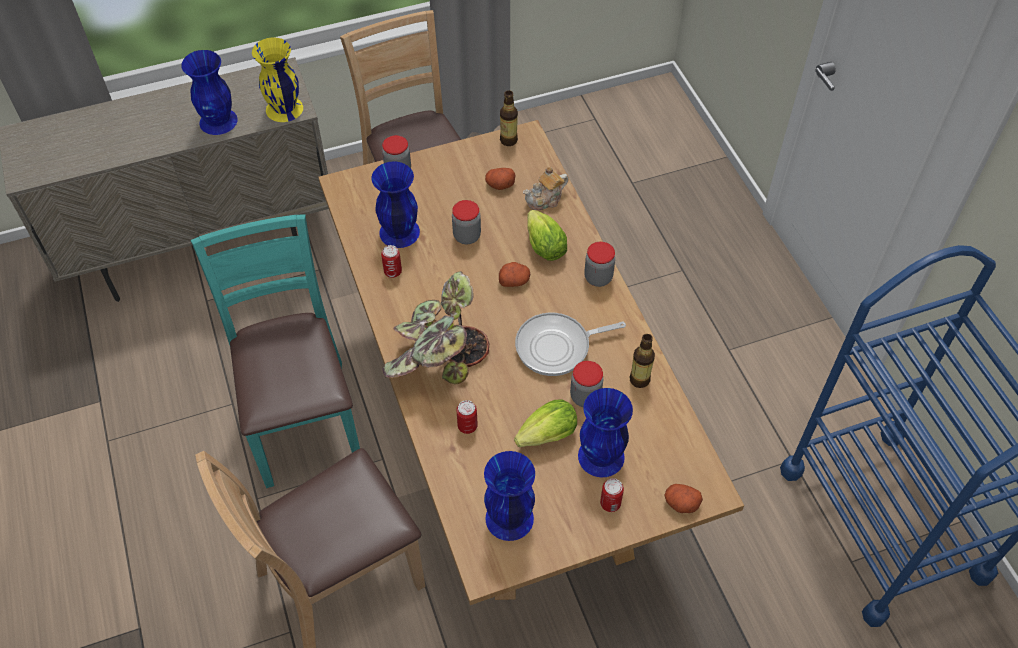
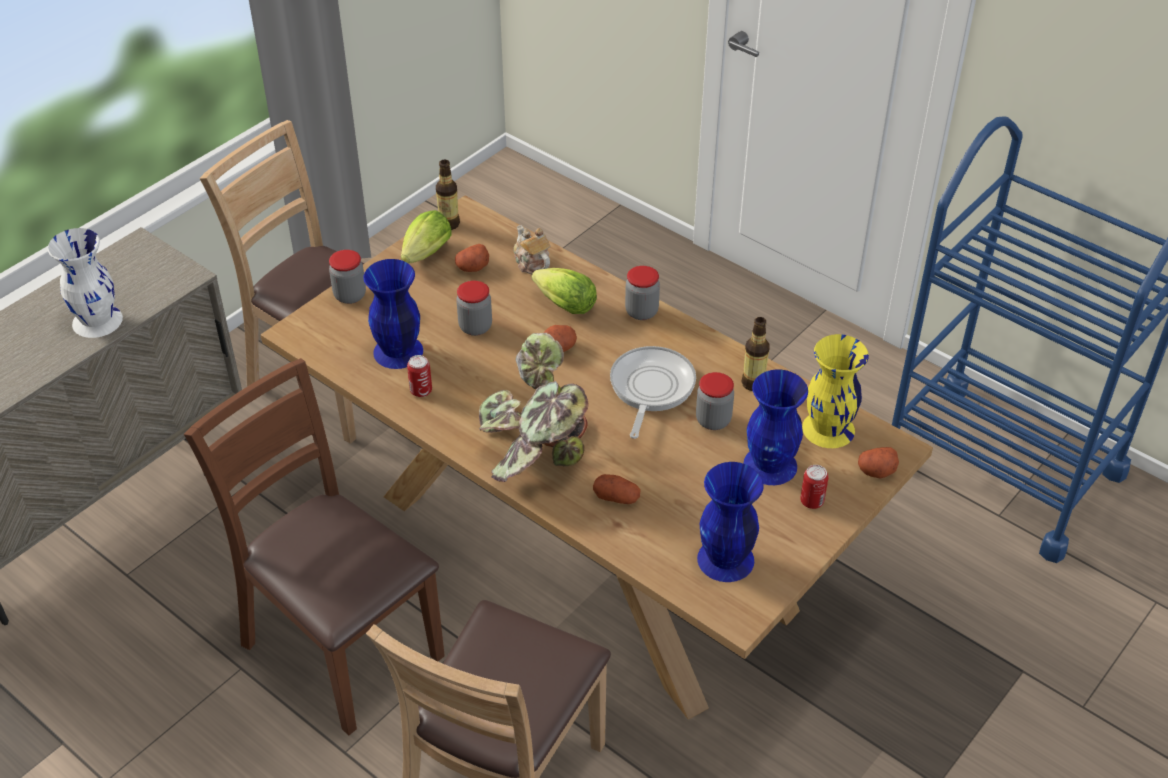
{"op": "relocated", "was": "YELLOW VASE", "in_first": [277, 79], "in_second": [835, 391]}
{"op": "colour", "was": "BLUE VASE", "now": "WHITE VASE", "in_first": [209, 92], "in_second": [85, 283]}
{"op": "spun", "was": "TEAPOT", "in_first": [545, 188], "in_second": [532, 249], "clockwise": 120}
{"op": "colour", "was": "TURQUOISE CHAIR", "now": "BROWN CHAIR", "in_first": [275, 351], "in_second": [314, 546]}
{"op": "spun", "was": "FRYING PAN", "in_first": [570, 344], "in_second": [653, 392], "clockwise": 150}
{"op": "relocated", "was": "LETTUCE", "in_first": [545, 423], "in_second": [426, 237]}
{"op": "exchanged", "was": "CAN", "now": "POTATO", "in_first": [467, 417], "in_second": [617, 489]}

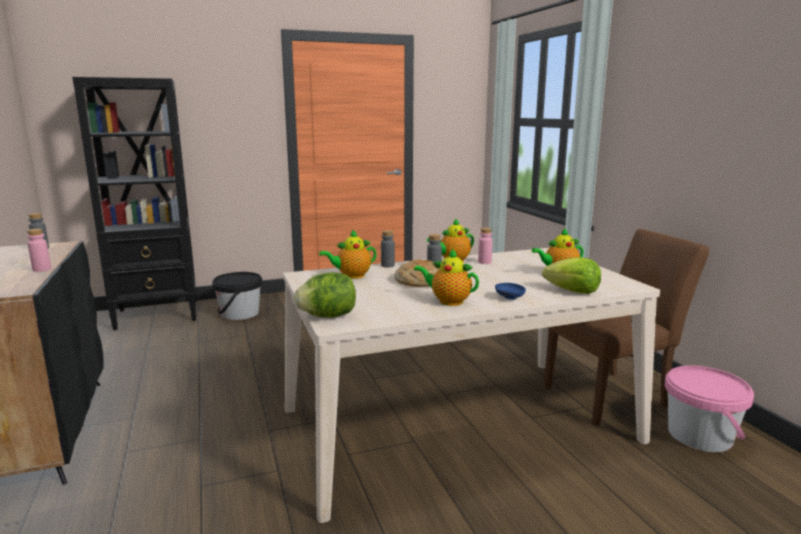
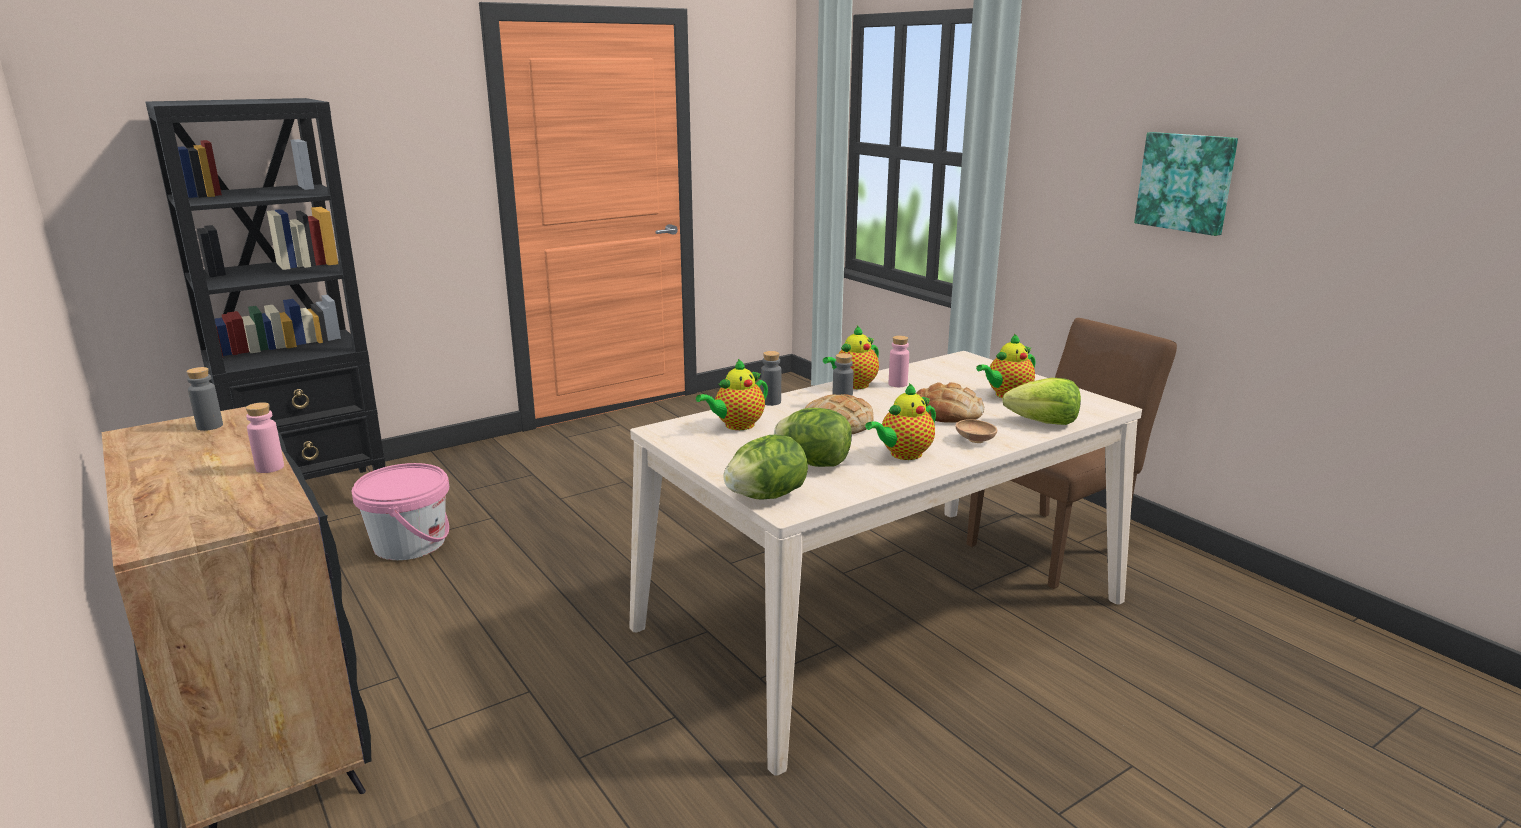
{"op": "spun", "was": "TEAPOT", "in_first": [446, 277], "in_second": [900, 421], "clockwise": -45}
{"op": "missing", "was": "BLACK BUCKET", "in_first": [237, 296]}
{"op": "colour", "was": "BLUE BOWL", "now": "BROWN BOWL", "in_first": [510, 291], "in_second": [976, 431]}
{"op": "relocated", "was": "PINK BUCKET", "in_first": [709, 409], "in_second": [400, 511]}
{"op": "appeared", "now": "PICTURE", "in_second": [1186, 184]}
{"op": "appeared", "now": "BREAD", "in_second": [950, 402]}
{"op": "appeared", "now": "LETTUCE", "in_second": [813, 437]}

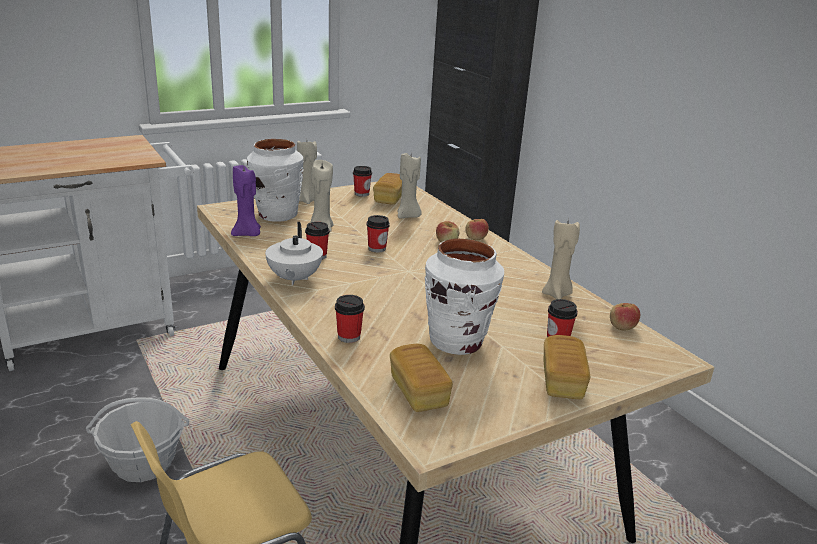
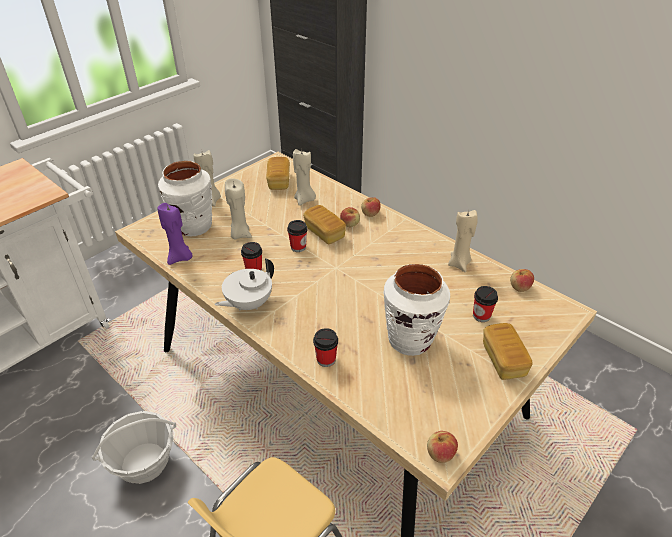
{"op": "missing", "was": "CUP", "in_first": [362, 181]}
{"op": "spun", "was": "WHITE TEAPOT", "in_first": [294, 254], "in_second": [244, 284], "clockwise": 60}
{"op": "relocated", "was": "BREAD", "in_first": [421, 378], "in_second": [324, 224]}
{"op": "appeared", "now": "APPLE", "in_second": [442, 447]}

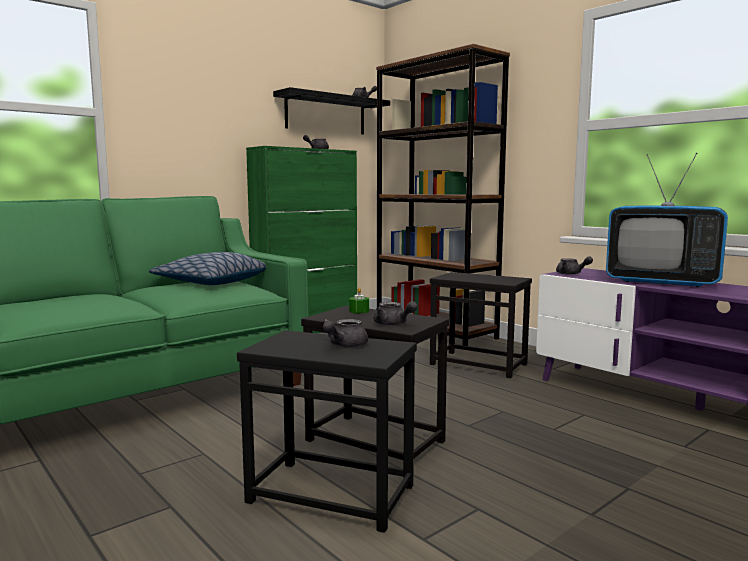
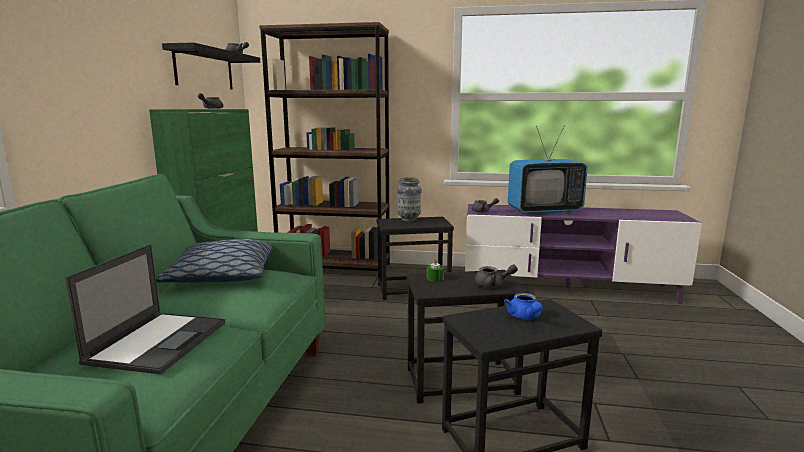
{"op": "colour", "was": "GREY TEAPOT", "now": "BLUE TEAPOT", "in_first": [345, 333], "in_second": [523, 306]}
{"op": "appeared", "now": "VASE", "in_second": [409, 199]}
{"op": "appeared", "now": "LAPTOP", "in_second": [145, 309]}

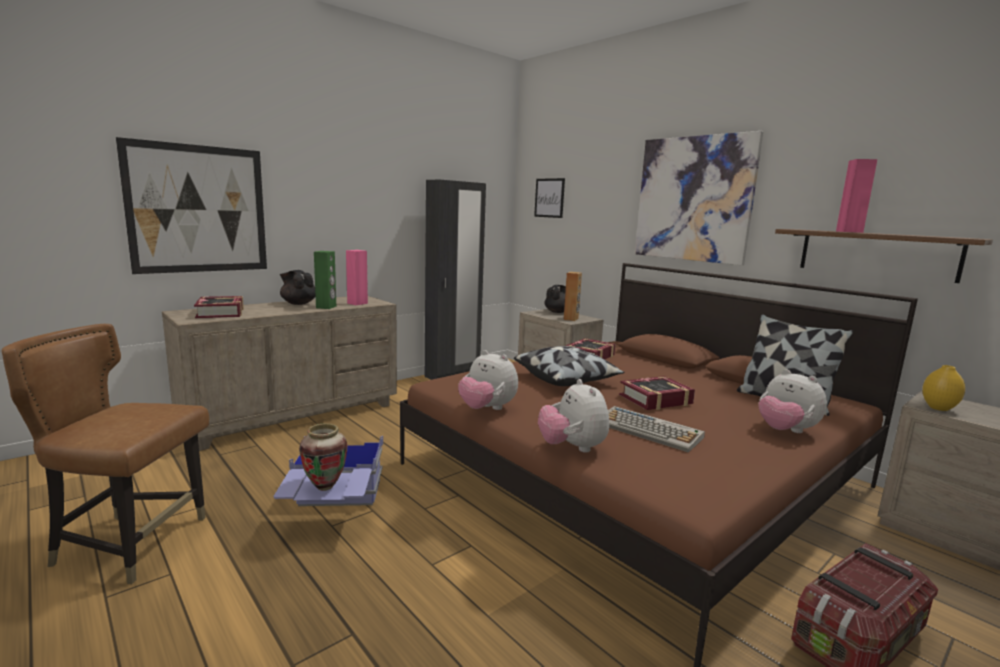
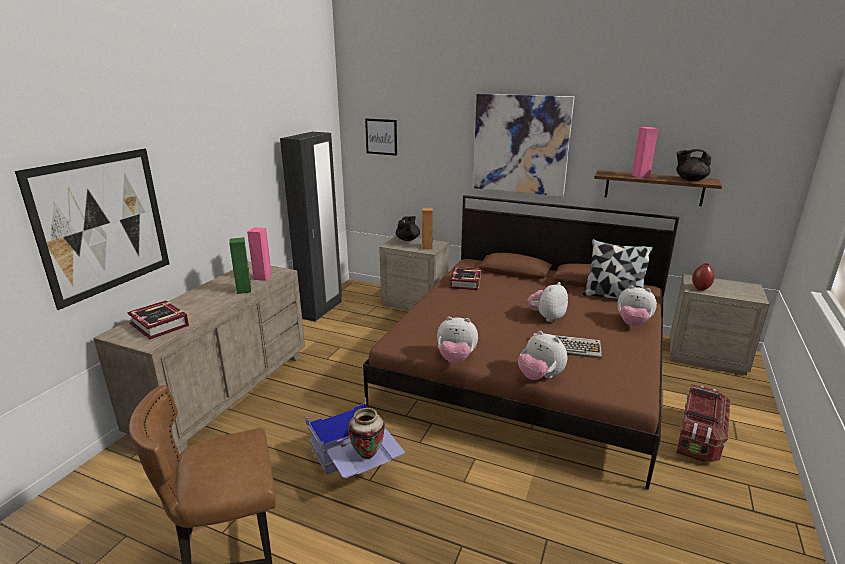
{"op": "relocated", "was": "BLACK TEAPOT", "in_first": [298, 287], "in_second": [694, 165]}
{"op": "missing", "was": "PILLOW", "in_first": [569, 366]}
{"op": "colour", "was": "YELLOW VASE", "now": "RED VASE", "in_first": [943, 388], "in_second": [703, 276]}
{"op": "exchanged", "was": "BOOK", "now": "PLUSH TOY", "in_first": [657, 393], "in_second": [547, 302]}

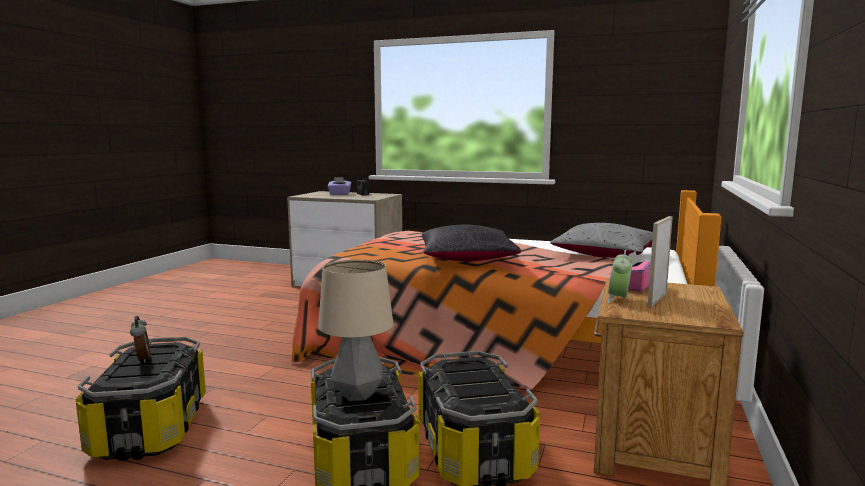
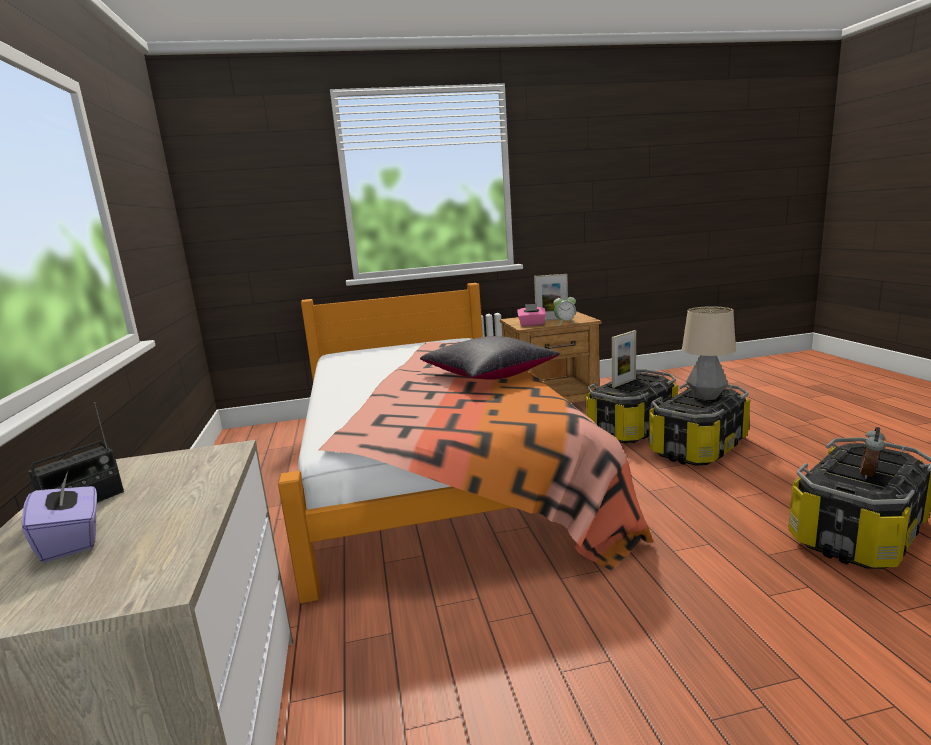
{"op": "missing", "was": "GREY PILLOW", "in_first": [601, 240]}
{"op": "appeared", "now": "PICTURE FRAME", "in_second": [624, 359]}

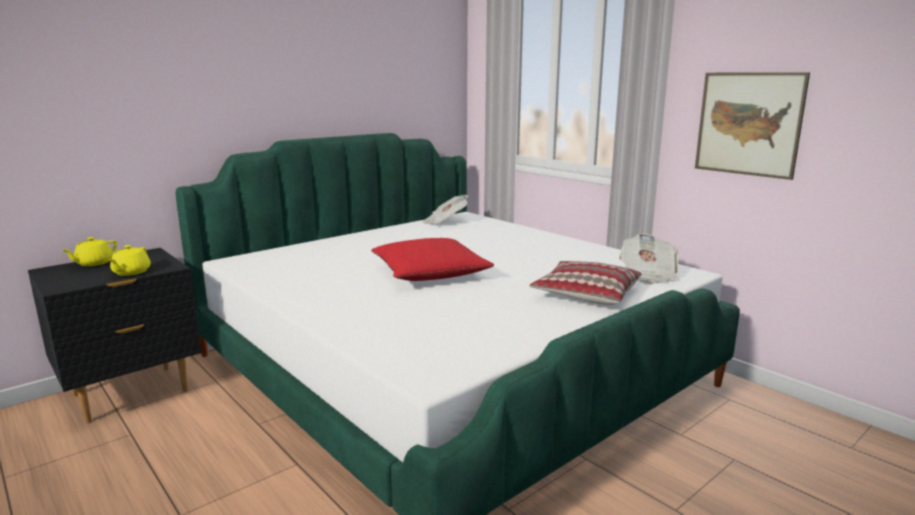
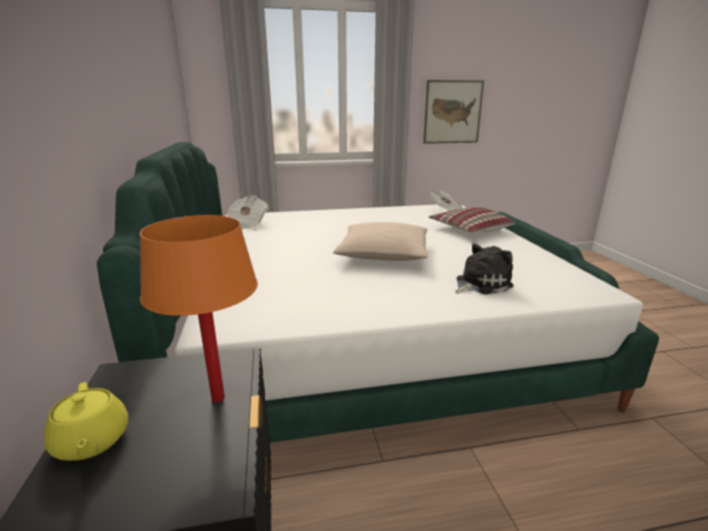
{"op": "colour", "was": "RED PILLOW", "now": "BEIGE PILLOW", "in_first": [432, 259], "in_second": [380, 241]}
{"op": "exchanged", "was": "YELLOW TEAPOT", "now": "ORANGE TABLE LAMP", "in_first": [130, 260], "in_second": [199, 309]}
{"op": "appeared", "now": "PLUSH TOY", "in_second": [484, 269]}

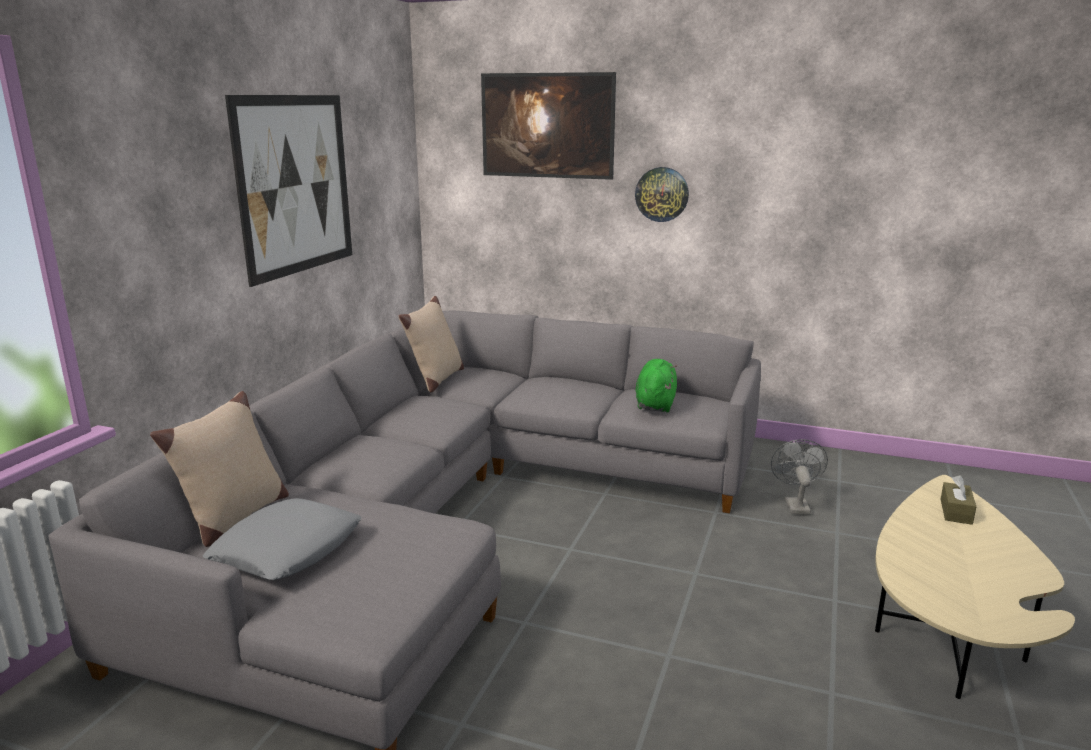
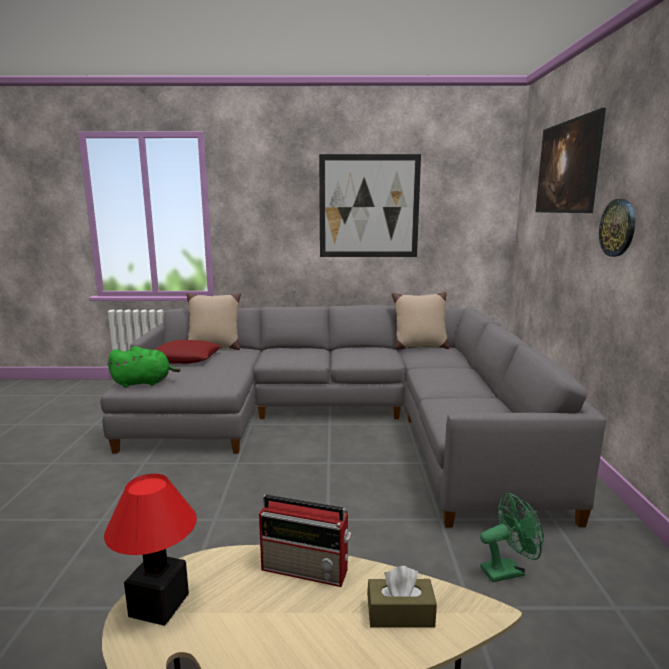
{"op": "relocated", "was": "GREEN PLUSH TOY", "in_first": [656, 385], "in_second": [144, 367]}
{"op": "colour", "was": "GREY FAN", "now": "GREEN FAN", "in_first": [799, 477], "in_second": [512, 537]}
{"op": "colour", "was": "GREY PILLOW", "now": "RED PILLOW", "in_first": [282, 539], "in_second": [188, 352]}
{"op": "appeared", "now": "TABLE LAMP", "in_second": [150, 550]}
{"op": "appeared", "now": "RADIO", "in_second": [305, 541]}

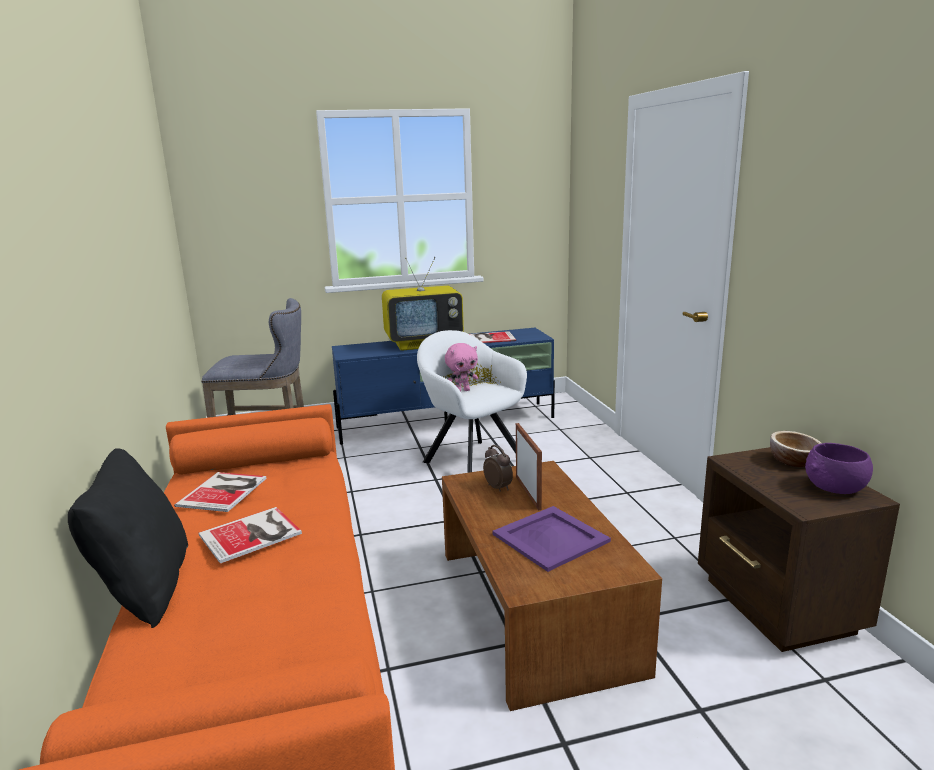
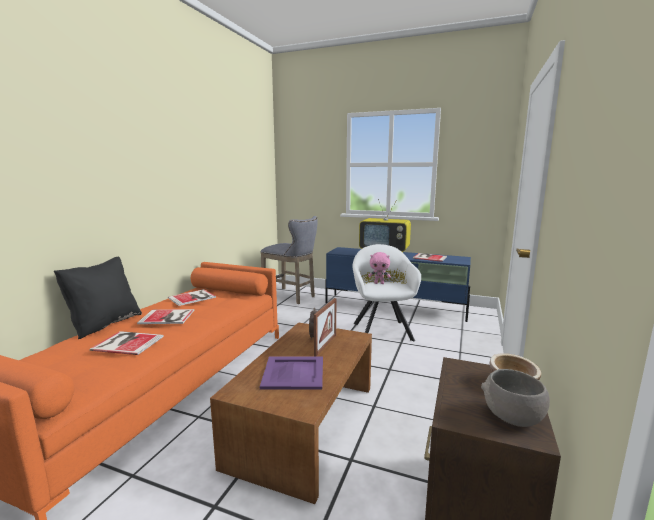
{"op": "colour", "was": "PURPLE BOWL", "now": "GREY BOWL", "in_first": [839, 468], "in_second": [515, 398]}
{"op": "appeared", "now": "BOOK", "in_second": [126, 343]}

